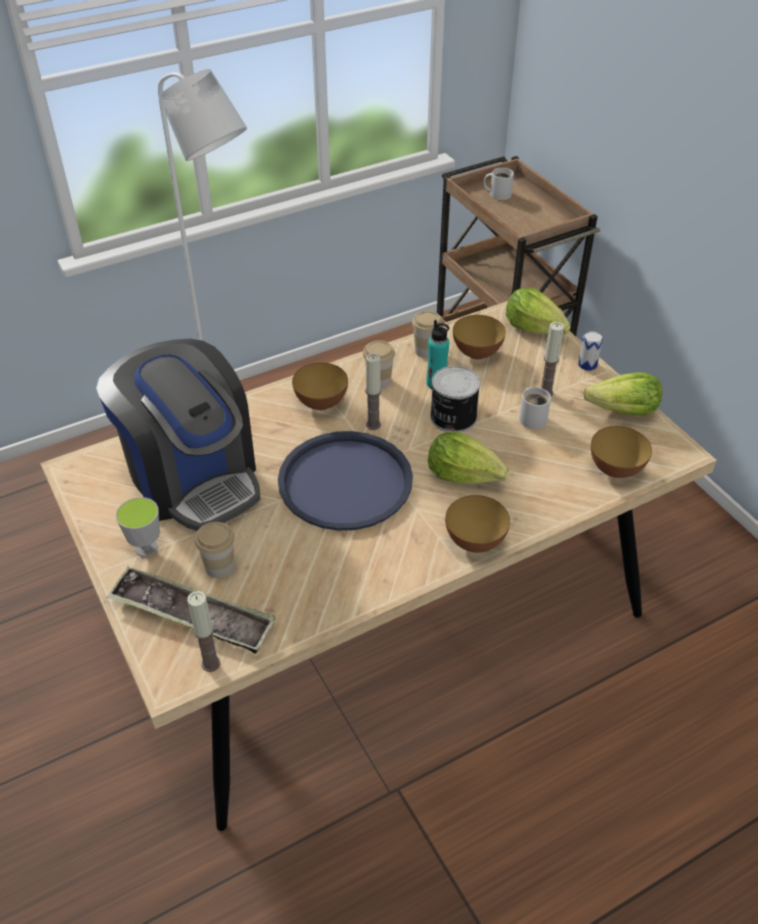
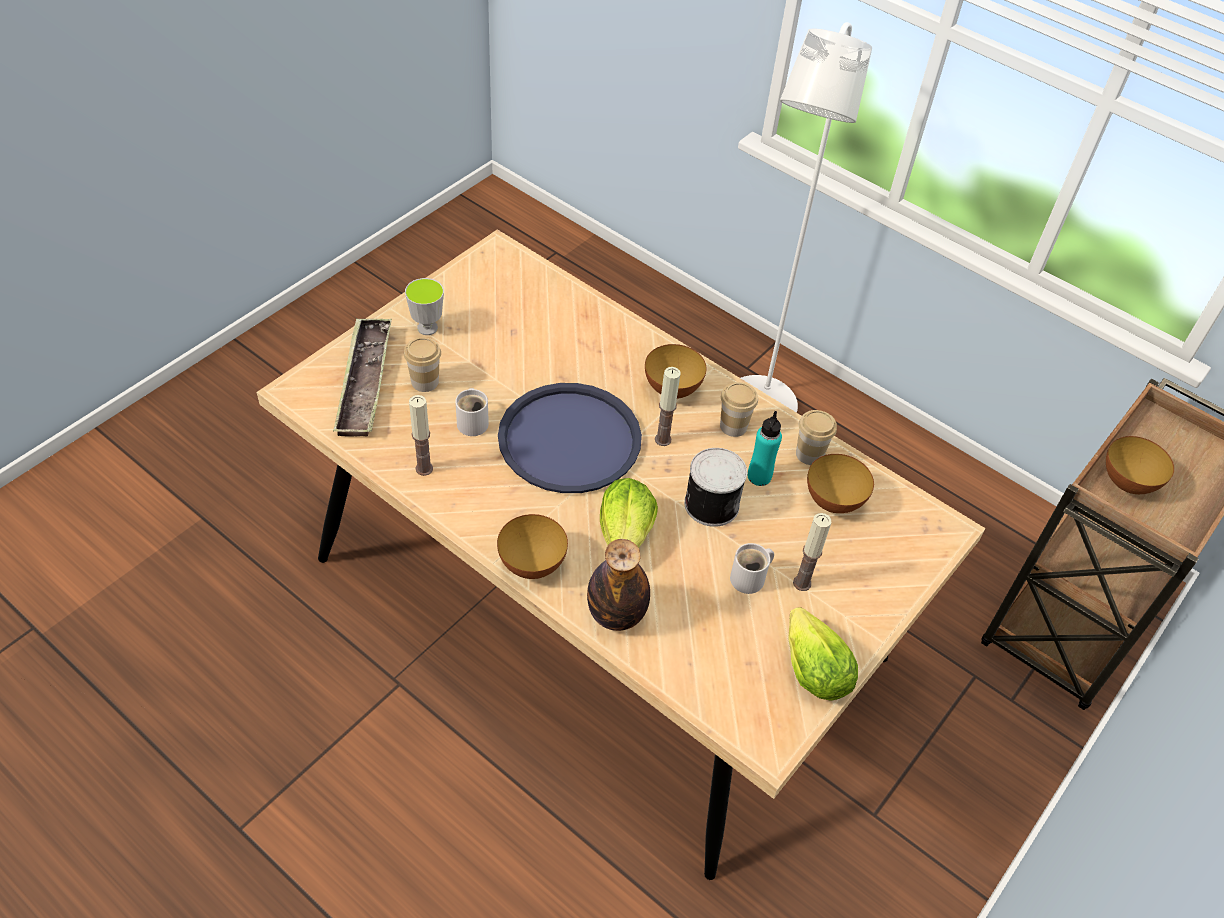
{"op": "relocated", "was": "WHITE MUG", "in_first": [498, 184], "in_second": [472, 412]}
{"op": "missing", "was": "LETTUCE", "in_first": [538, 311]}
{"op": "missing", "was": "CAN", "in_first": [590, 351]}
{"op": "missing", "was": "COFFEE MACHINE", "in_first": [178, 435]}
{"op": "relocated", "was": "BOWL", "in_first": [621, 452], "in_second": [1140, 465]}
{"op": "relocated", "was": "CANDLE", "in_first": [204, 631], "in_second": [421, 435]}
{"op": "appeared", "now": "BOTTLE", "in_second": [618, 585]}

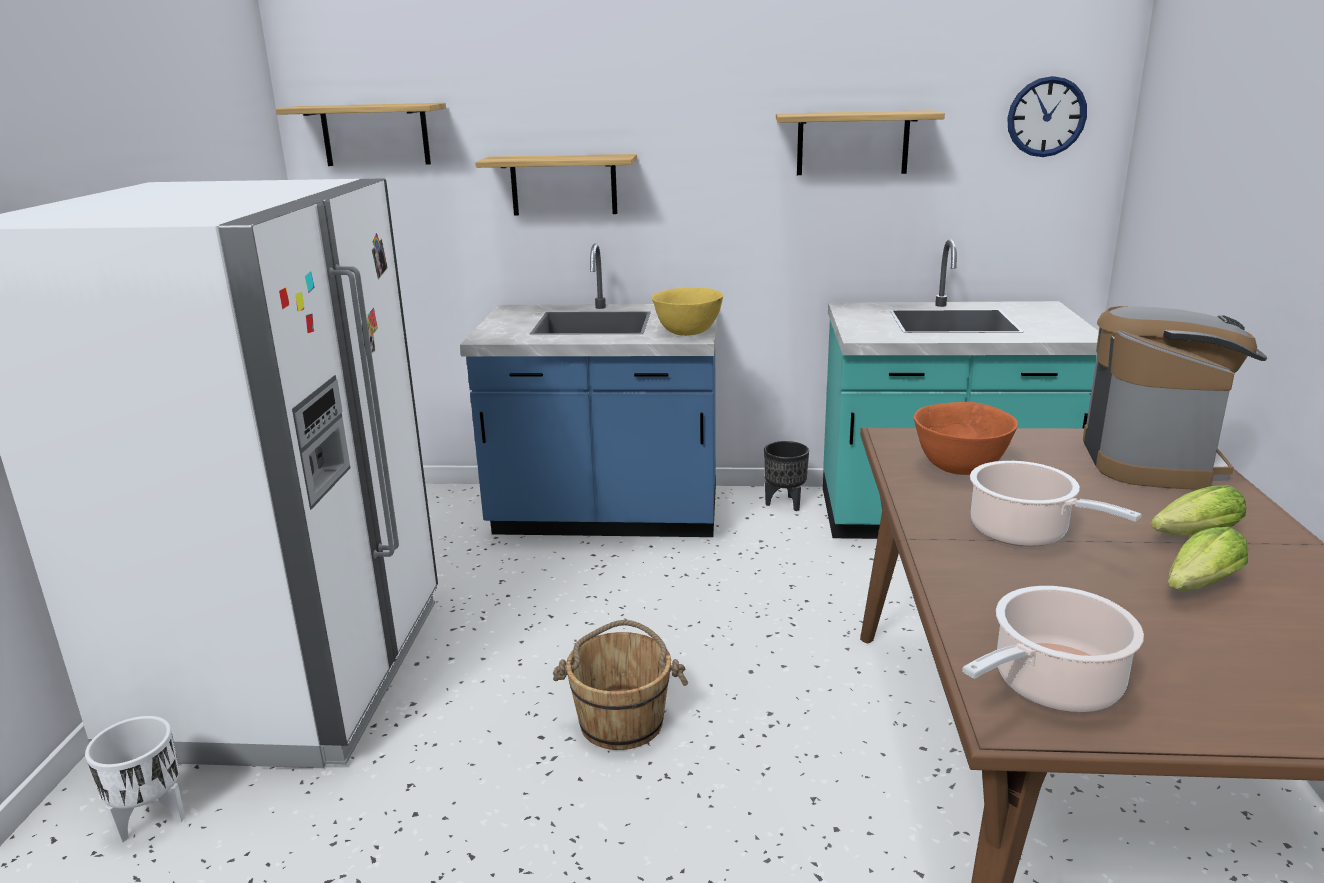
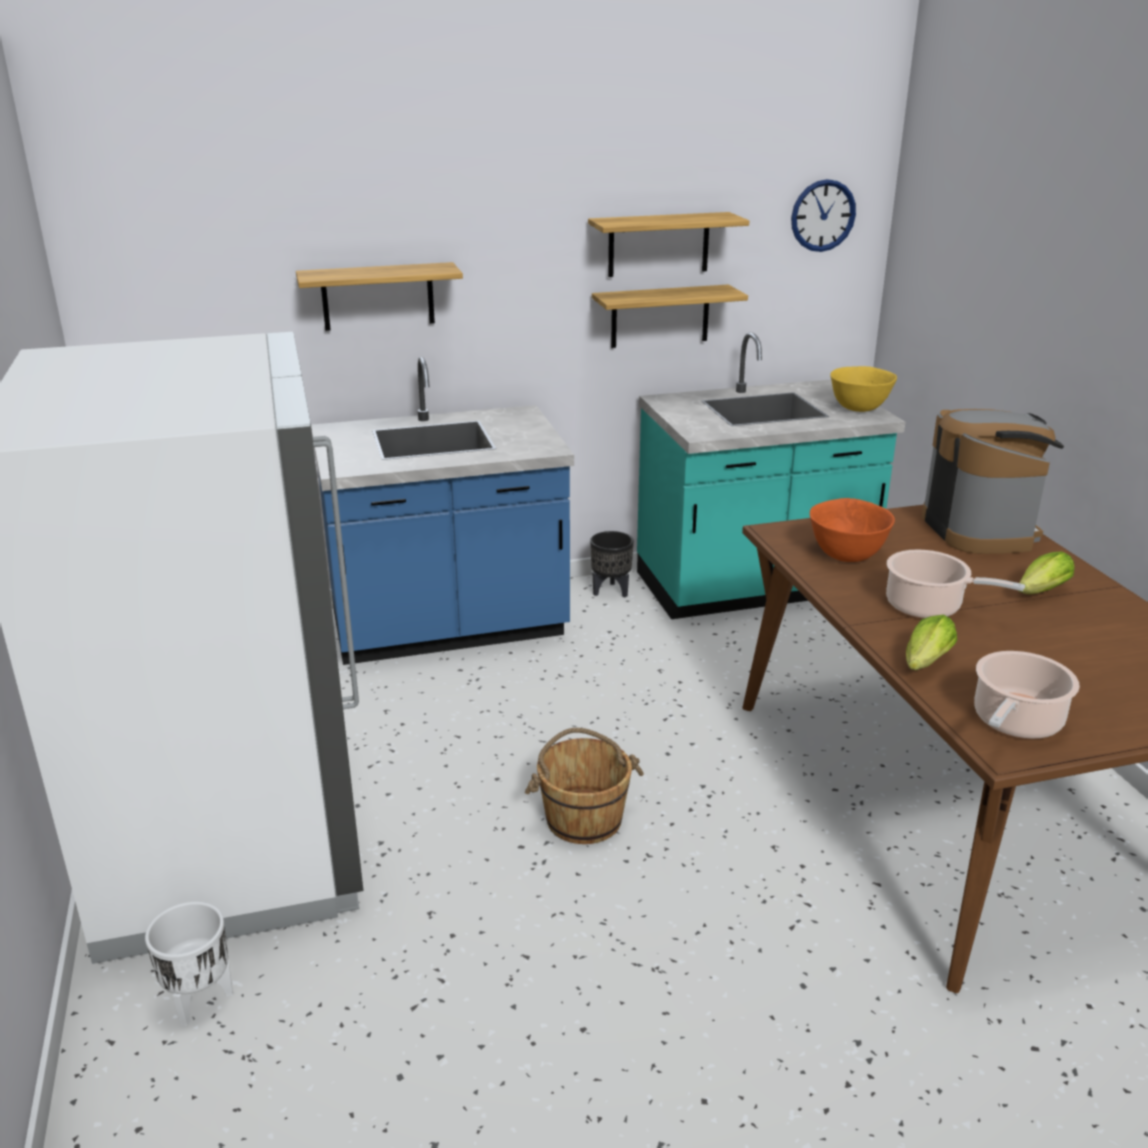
{"op": "relocated", "was": "SHELF", "in_first": [361, 134], "in_second": [670, 316]}
{"op": "relocated", "was": "YELLOW BOWL", "in_first": [687, 312], "in_second": [863, 389]}
{"op": "relocated", "was": "LETTUCE", "in_first": [1208, 559], "in_second": [931, 642]}

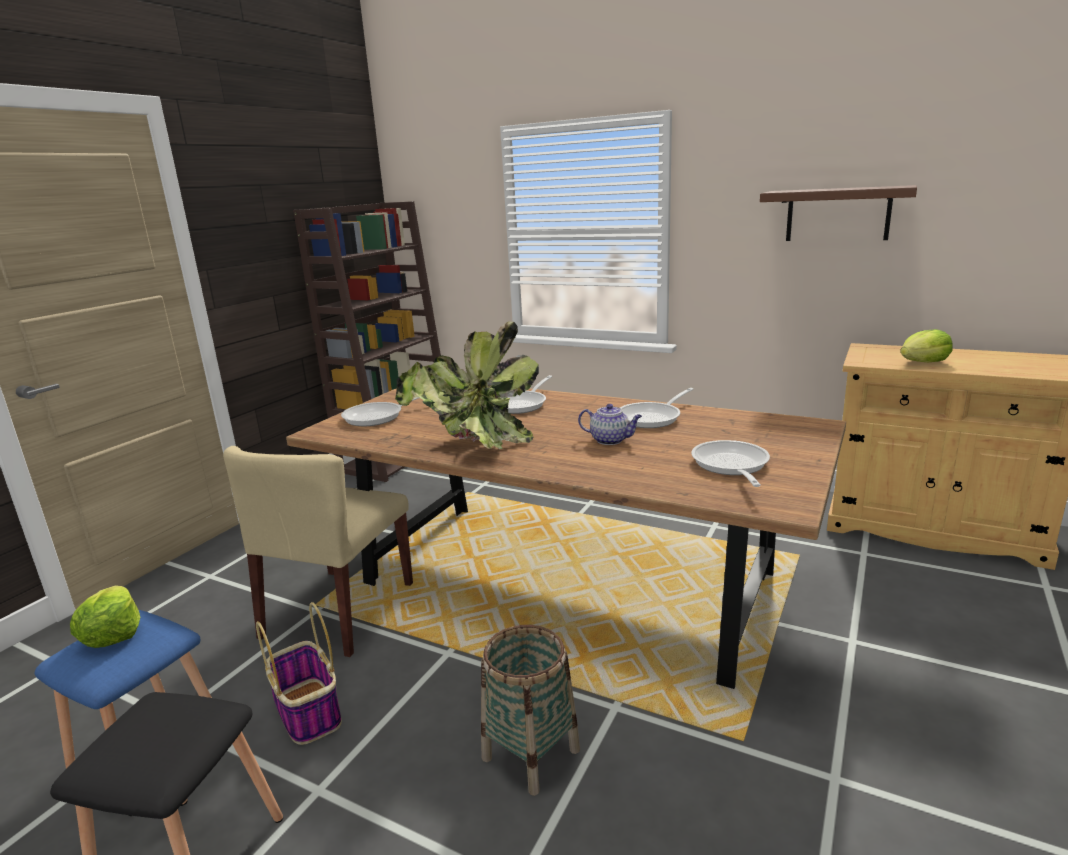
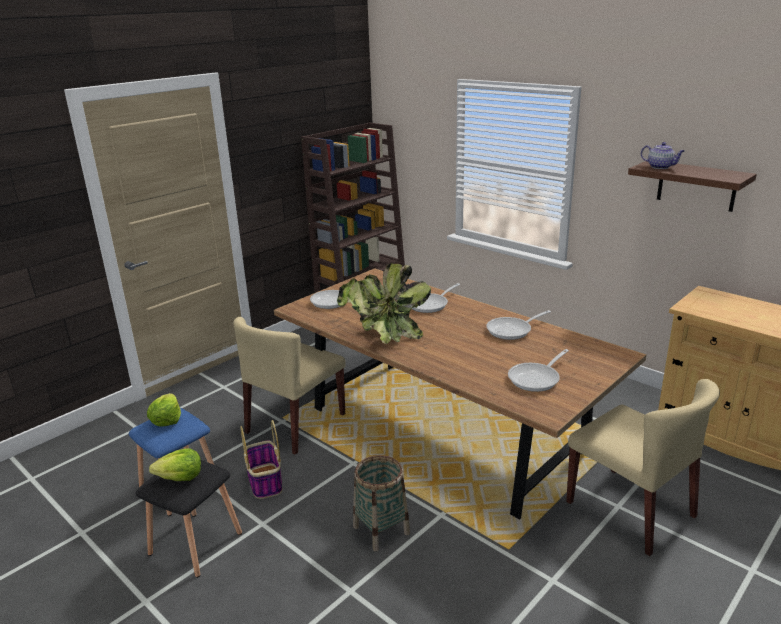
{"op": "relocated", "was": "LETTUCE", "in_first": [926, 345], "in_second": [175, 464]}
{"op": "relocated", "was": "TEAPOT", "in_first": [610, 424], "in_second": [663, 155]}
{"op": "spun", "was": "FRYING PAN", "in_first": [730, 463], "in_second": [538, 370], "clockwise": -150}
{"op": "appeared", "now": "BEIGE CHAIR", "in_second": [643, 467]}

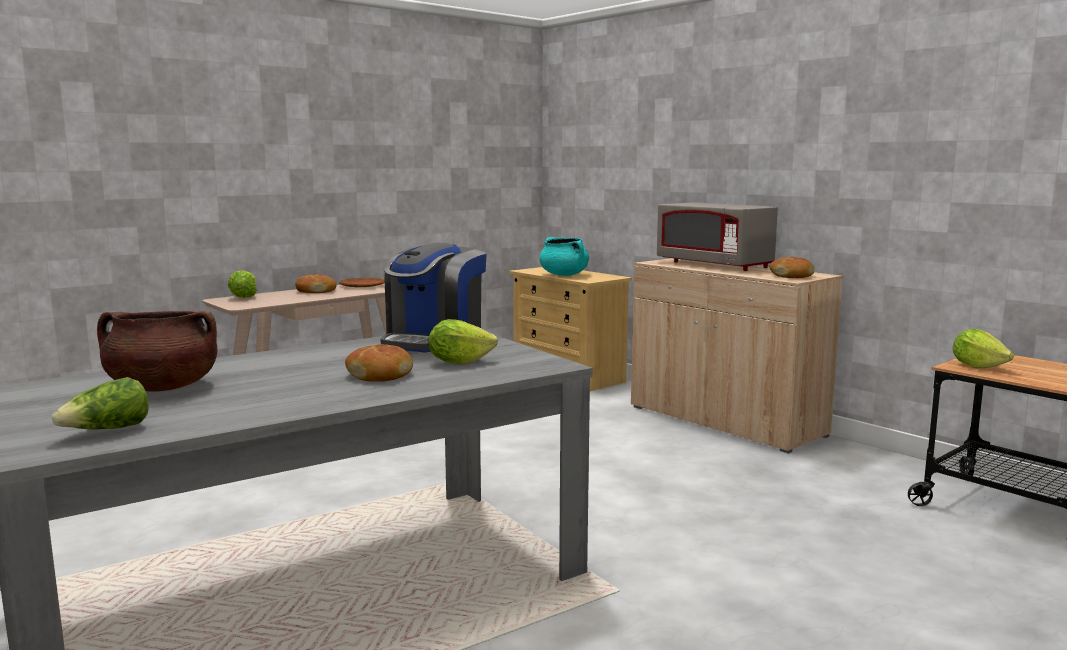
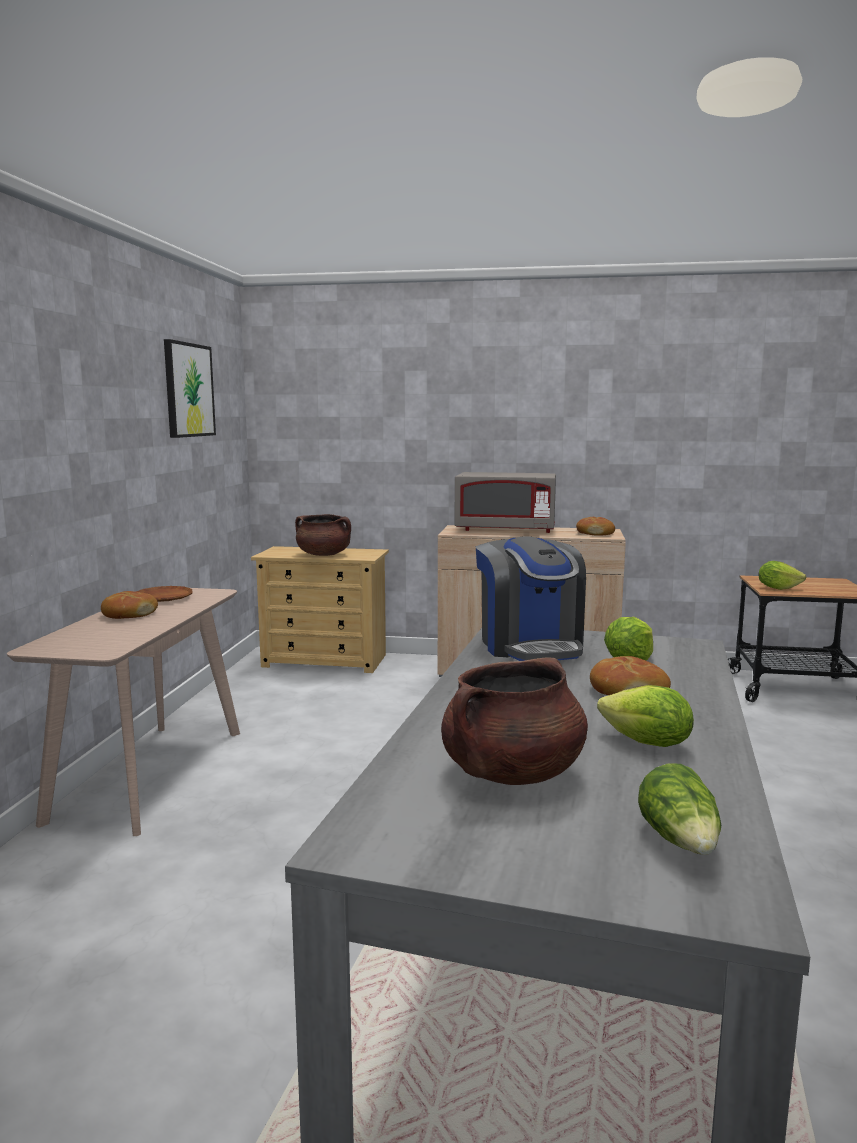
{"op": "colour", "was": "TURQUOISE COOKING POT", "now": "BROWN COOKING POT", "in_first": [564, 256], "in_second": [323, 535]}
{"op": "relocated", "was": "LETTUCE", "in_first": [242, 284], "in_second": [645, 716]}
{"op": "appeared", "now": "PICTURE", "in_second": [190, 388]}

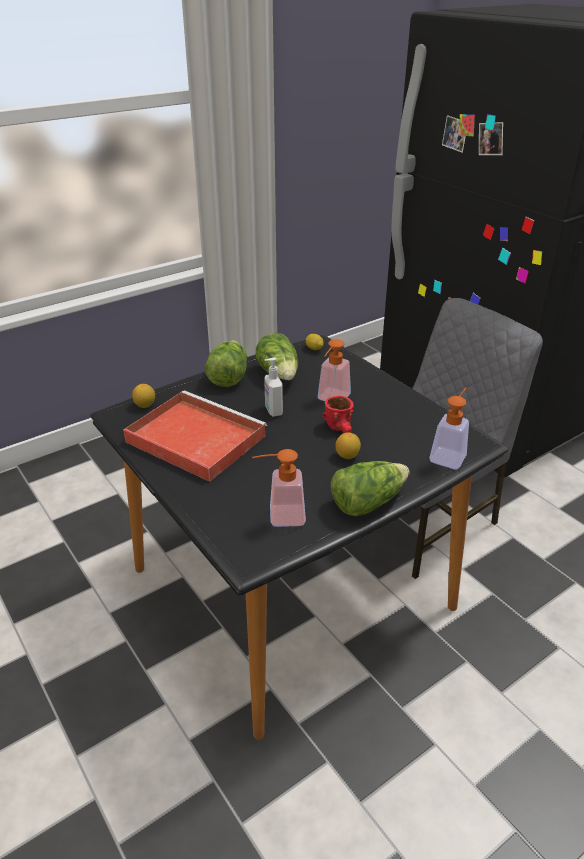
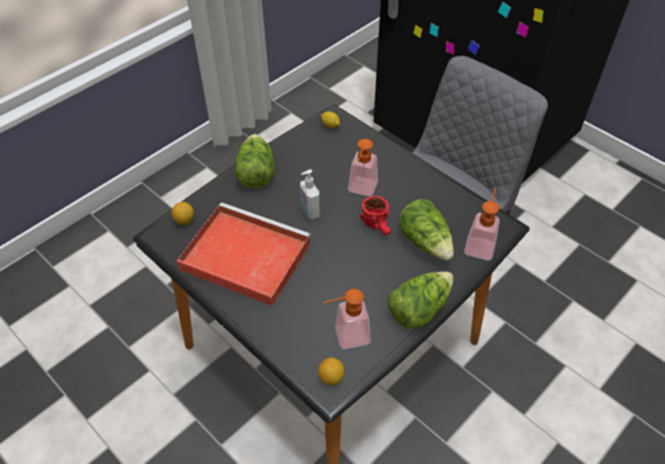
{"op": "relocated", "was": "LETTUCE", "in_first": [277, 356], "in_second": [426, 229]}
{"op": "relocated", "was": "LEMON", "in_first": [348, 445], "in_second": [331, 371]}

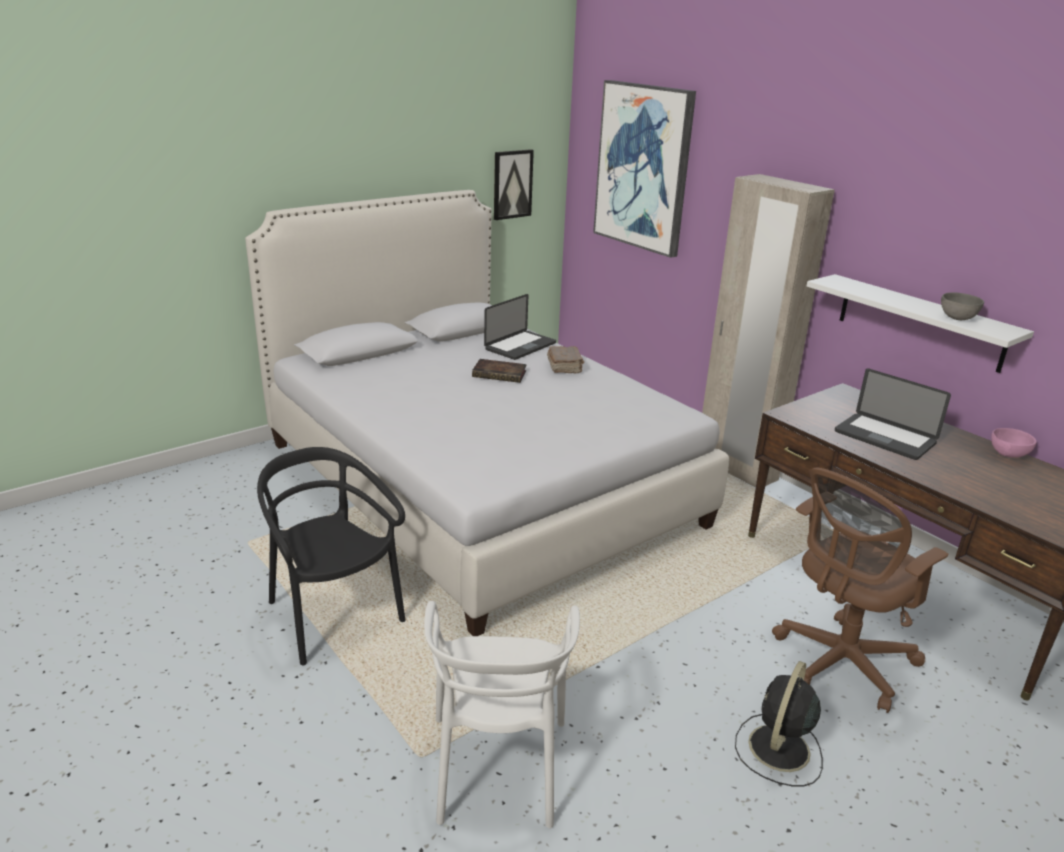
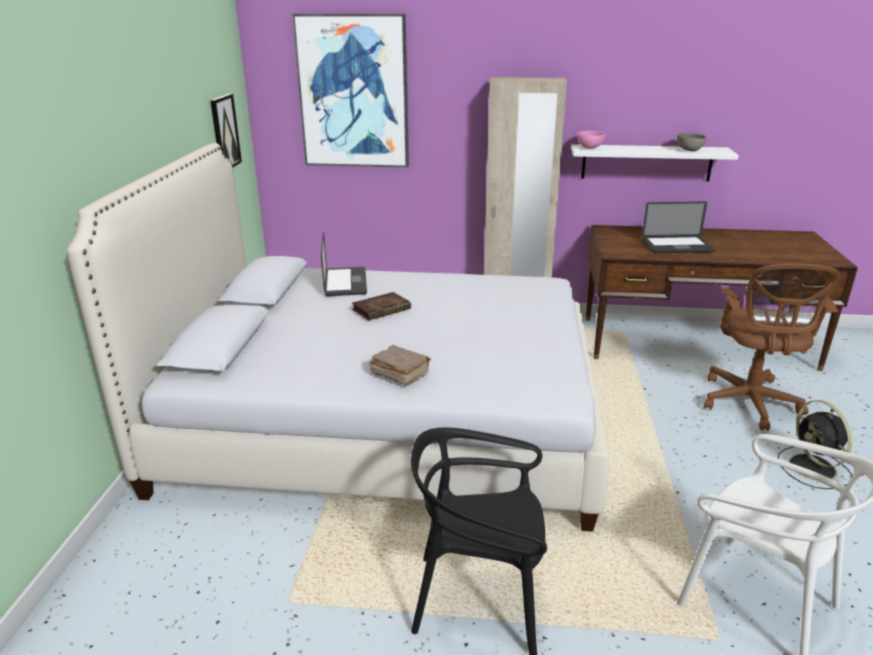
{"op": "relocated", "was": "BROWN BOOK", "in_first": [565, 360], "in_second": [400, 365]}
{"op": "relocated", "was": "PINK BOWL", "in_first": [1014, 443], "in_second": [591, 140]}

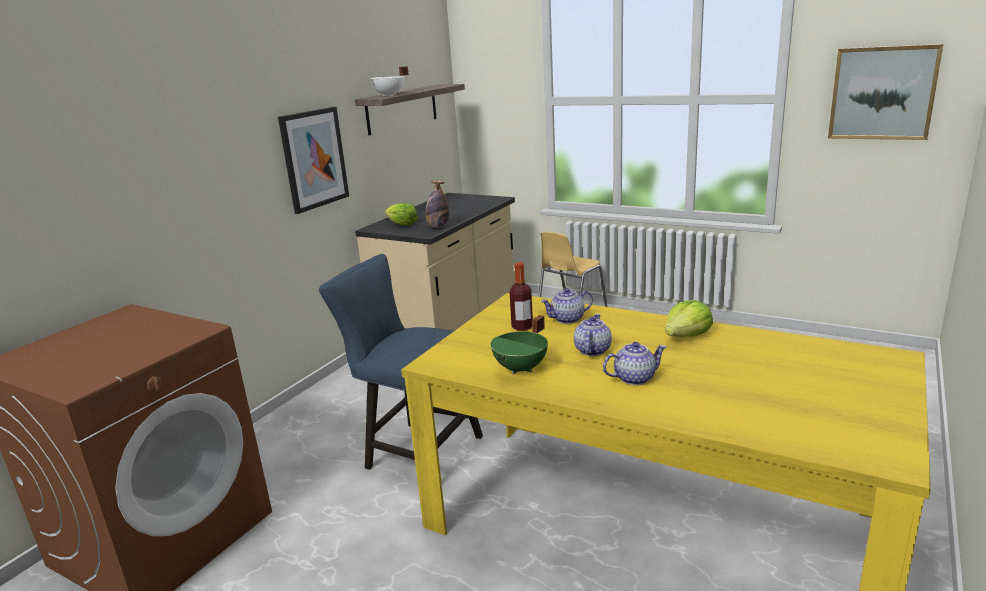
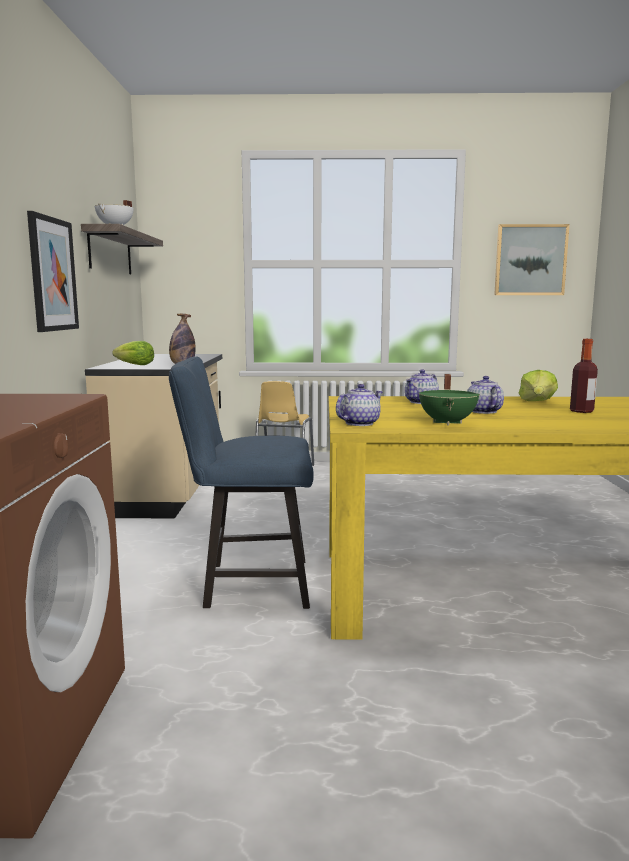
{"op": "relocated", "was": "BOTTLE", "in_first": [521, 296], "in_second": [584, 376]}
{"op": "relocated", "was": "TEAPOT", "in_first": [634, 363], "in_second": [359, 405]}

